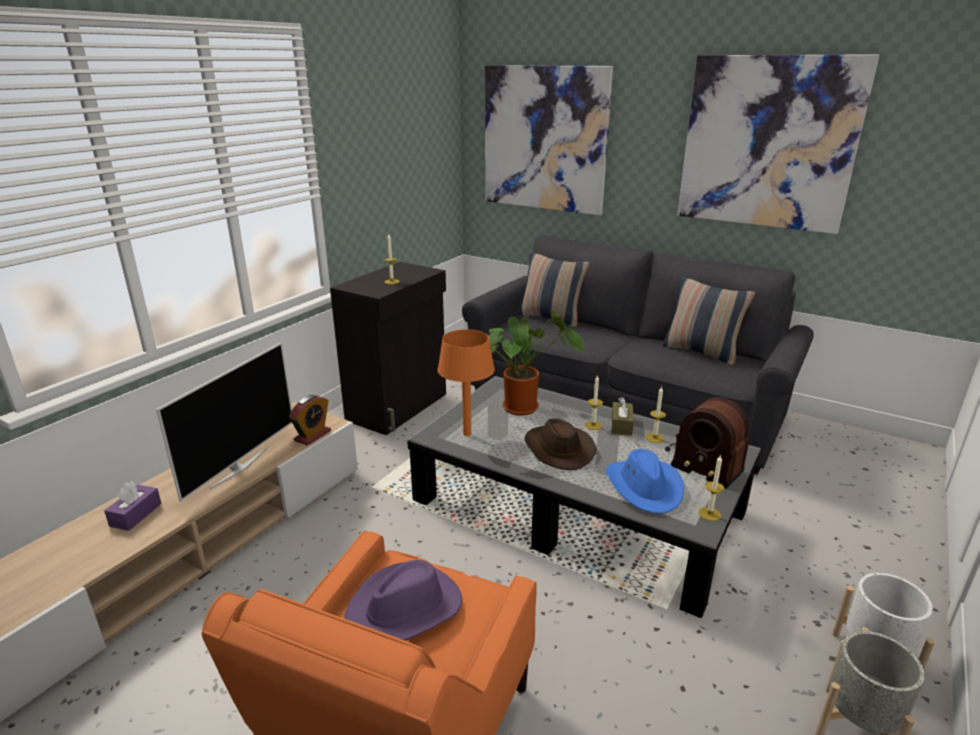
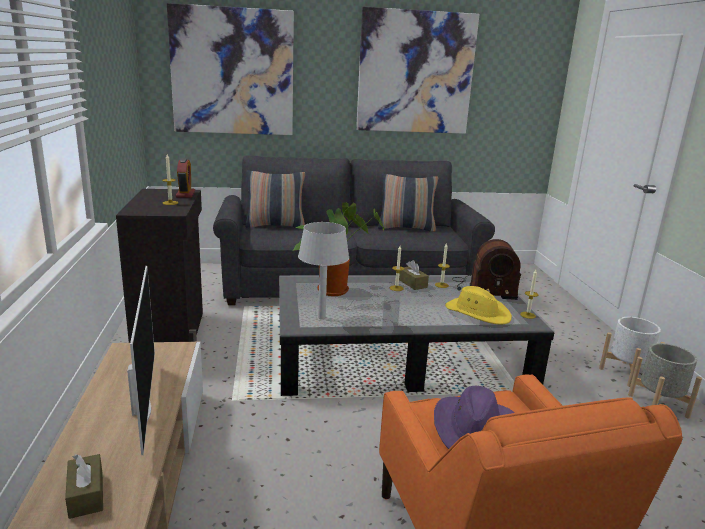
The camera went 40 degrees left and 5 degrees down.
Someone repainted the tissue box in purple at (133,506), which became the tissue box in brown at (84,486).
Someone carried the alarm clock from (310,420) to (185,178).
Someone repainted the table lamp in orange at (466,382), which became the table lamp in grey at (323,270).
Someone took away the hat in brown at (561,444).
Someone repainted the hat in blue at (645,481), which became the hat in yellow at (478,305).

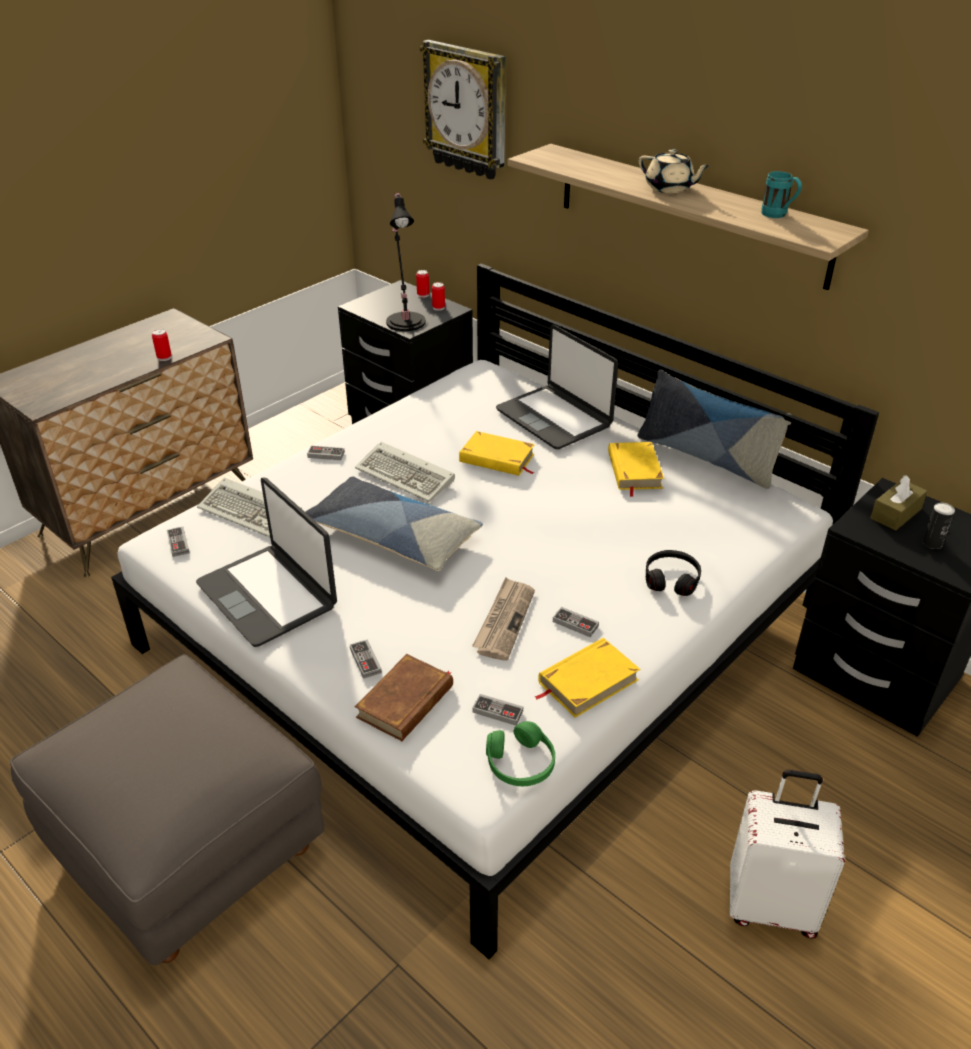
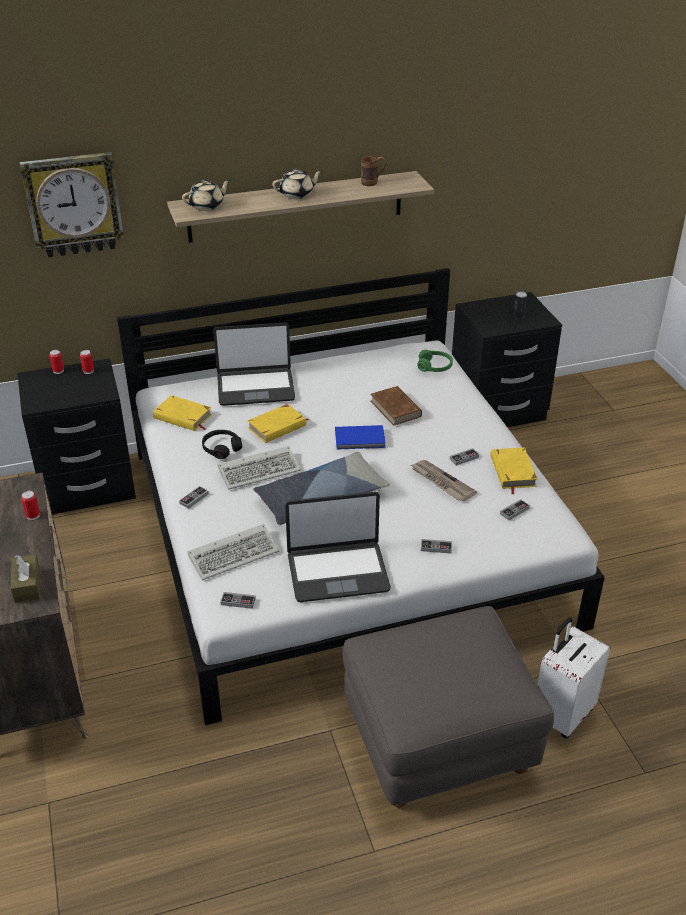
The camera went 60 degrees left and 0 degrees up.
Someone carried the book in brown from (404,697) to (396,406).
Someone took away the table lamp in black at (406,262).
Someone carried the headphones in green from (520,753) to (435,361).
Someone carried the book in yellow from (636,469) to (182,413).
Someone took away the pillow at (714,429).
Someone carried the headphones in black from (673,573) to (222,444).
Someone carried the suitcase in white from (787,854) to (574,678).
Someone repainted the mug in turquoise at (781,194), which became the mug in brown at (374,171).
Someone carried the tissue box in brown from (899,503) to (25,578).
Someone put down the teapot in beige at (206,195).
Someone put down the book in blue at (360,437).

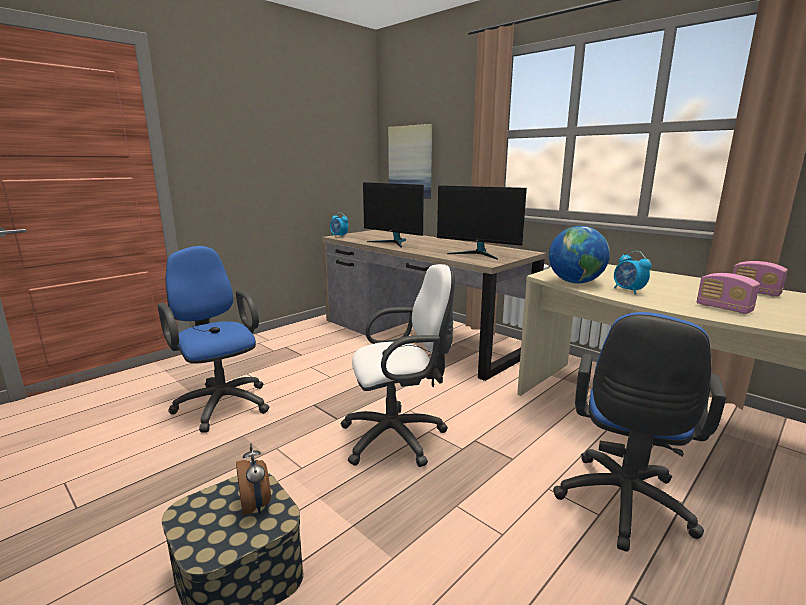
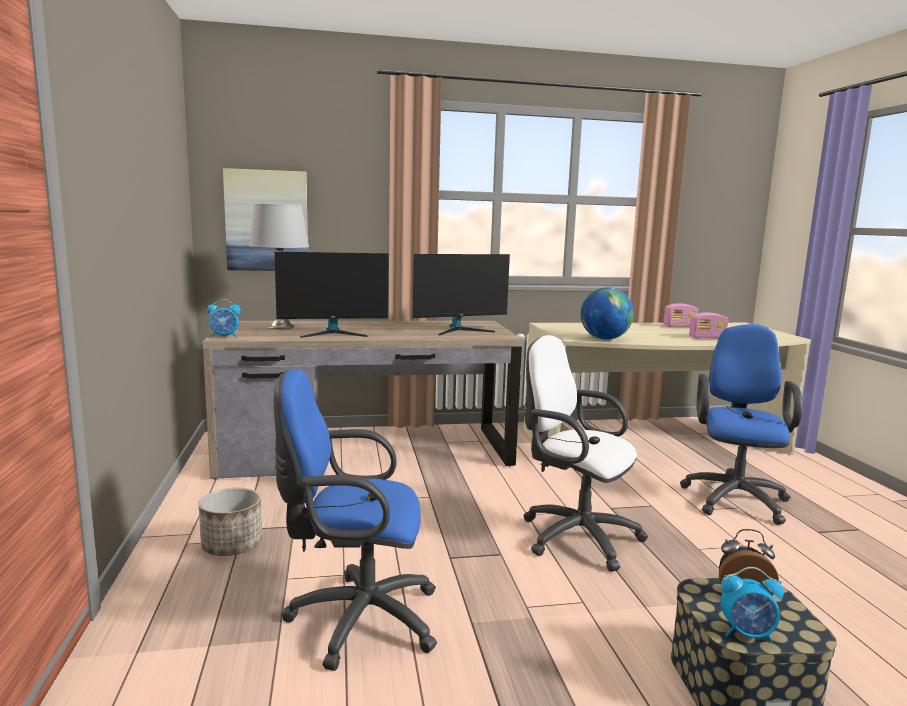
The camera went 55 degrees left and 5 degrees down.
Someone rotated the office chair in white at (397,365) by 75 degrees counterclockwise.
Someone rotated the office chair in blue at (639,432) by 135 degrees counterclockwise.
Someone carried the alarm clock from (633,272) to (752,605).
Someone put down the planter at (230,522).
Someone put down the table lamp in grey at (279,266).

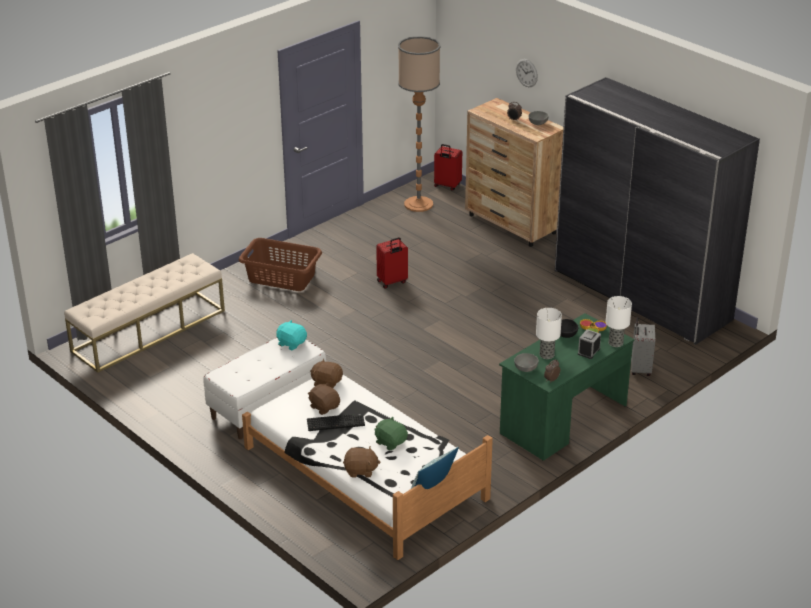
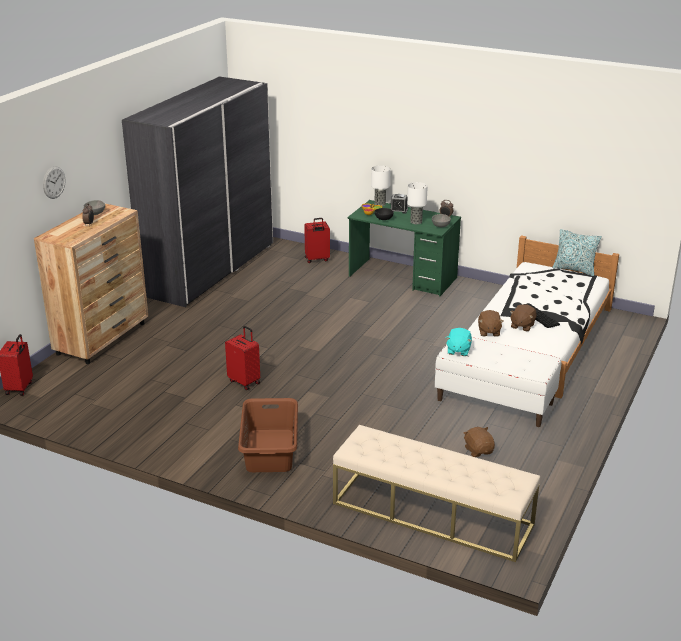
The camera went 110 degrees left and 5 degrees down.
Someone carried the plush toy in brown from (361,462) to (479,442).
Someone took away the plush toy in green at (391,434).
Someone took away the floor lamp at (419,124).
Someone repainted the suitcase in grey at (643,346), which became the suitcase in red at (317,240).

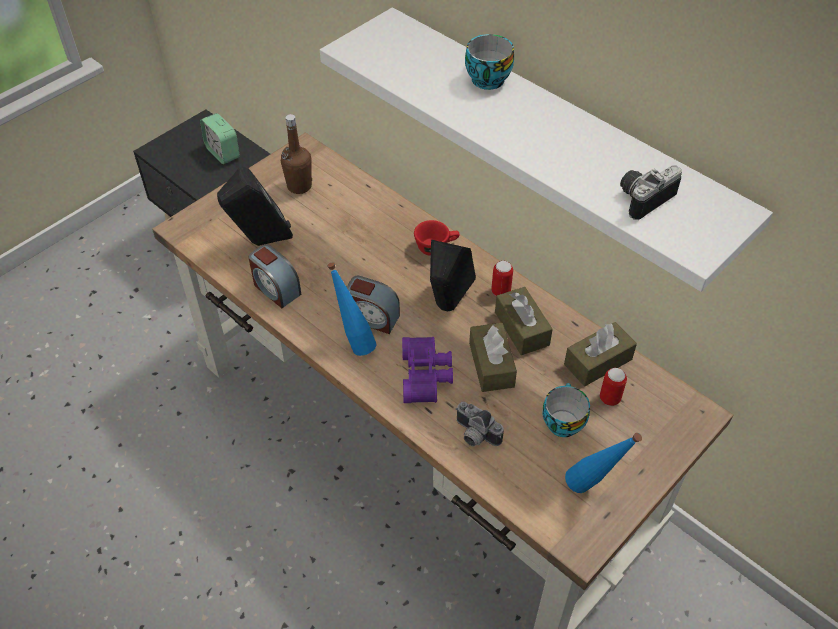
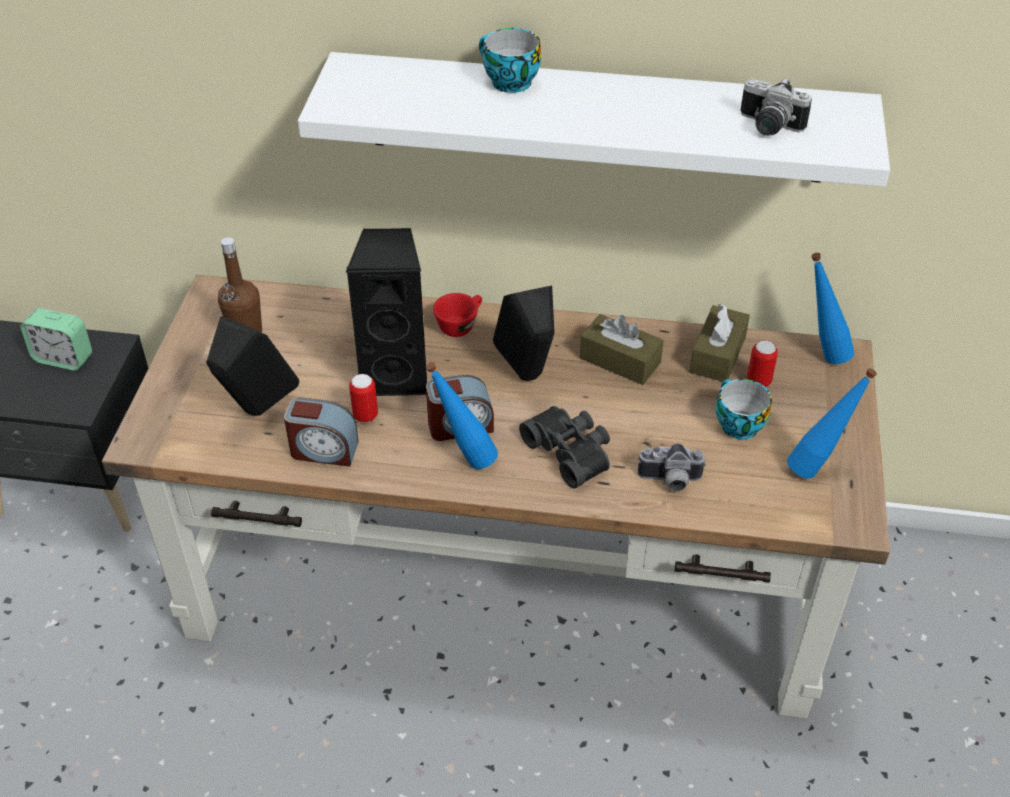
The camera went 35 degrees left and 5 degrees down.
Someone repainted the binoculars in purple at (427,370), which became the binoculars in black at (564,447).
Someone took away the tissue box in brown at (493,357).
Someone carried the can from (502,278) to (363,398).
Someone rotated the photo camera at (651,192) by 75 degrees counterclockwise.
Someone put down the speaker in black at (386,312).
Someone put down the bottle in blue at (832,308).

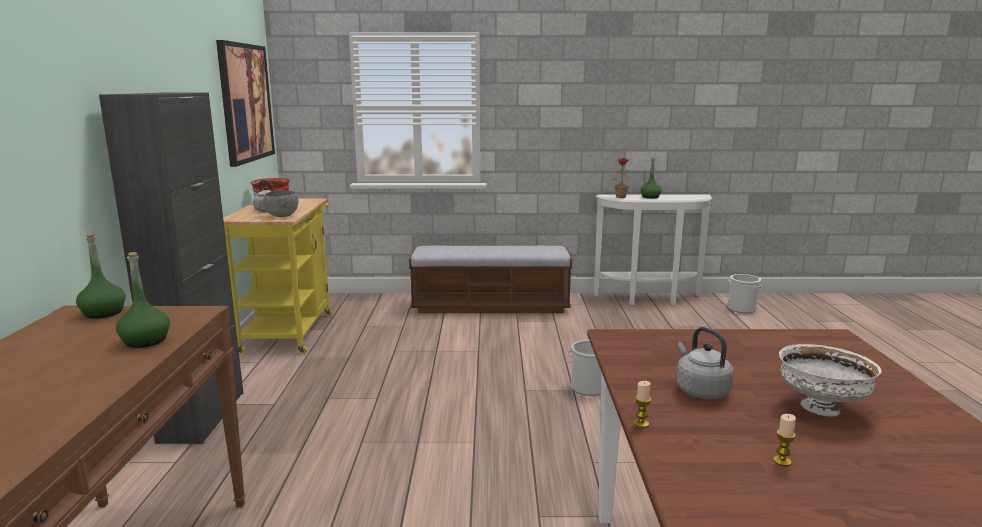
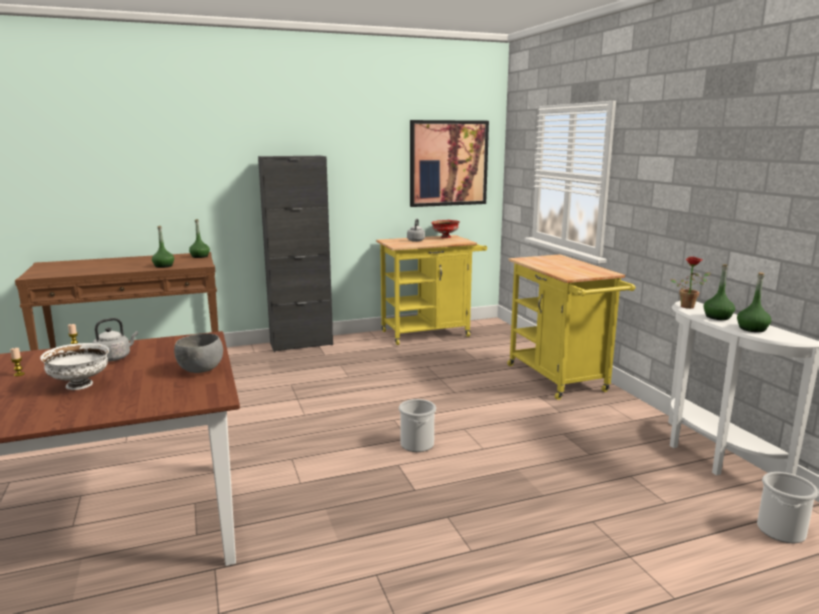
The camera went 70 degrees right and 0 degrees up.
Someone carried the bowl in grey from (280,203) to (198,353).
Someone swapped the bench at (490,279) for the cart in yellow at (571,327).
Someone put down the bottle in green at (754,302).

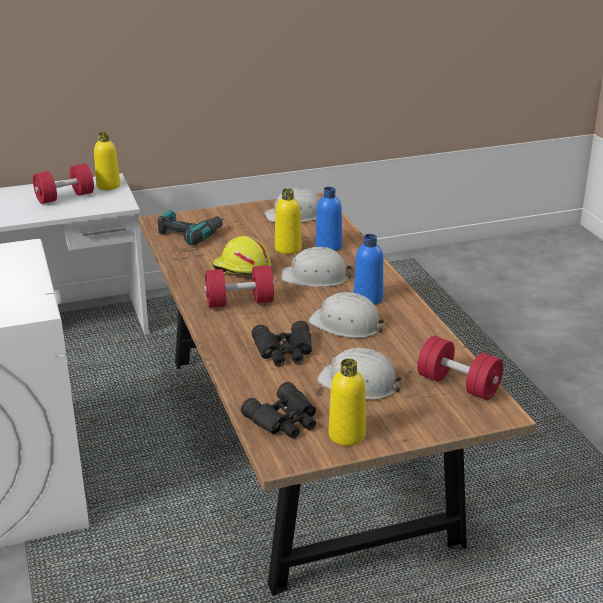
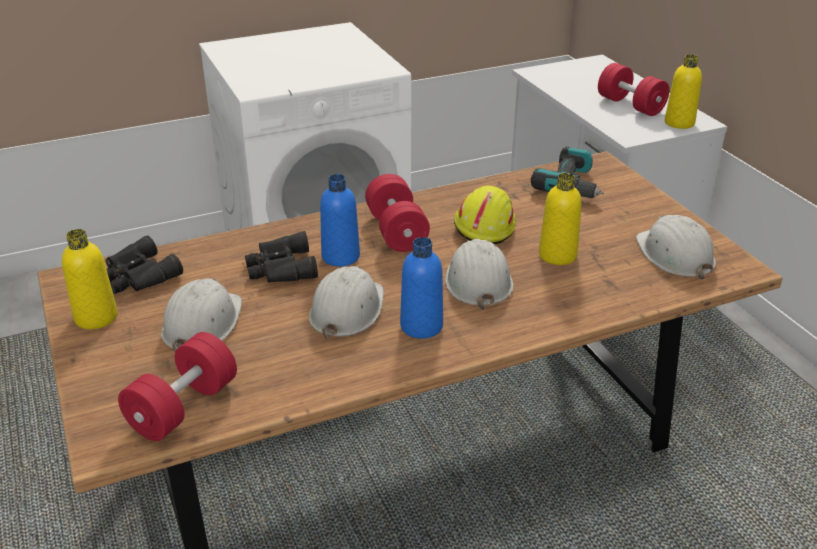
The camera went 85 degrees right and 5 degrees up.
Someone carried the bottle in blue from (328,219) to (340,220).

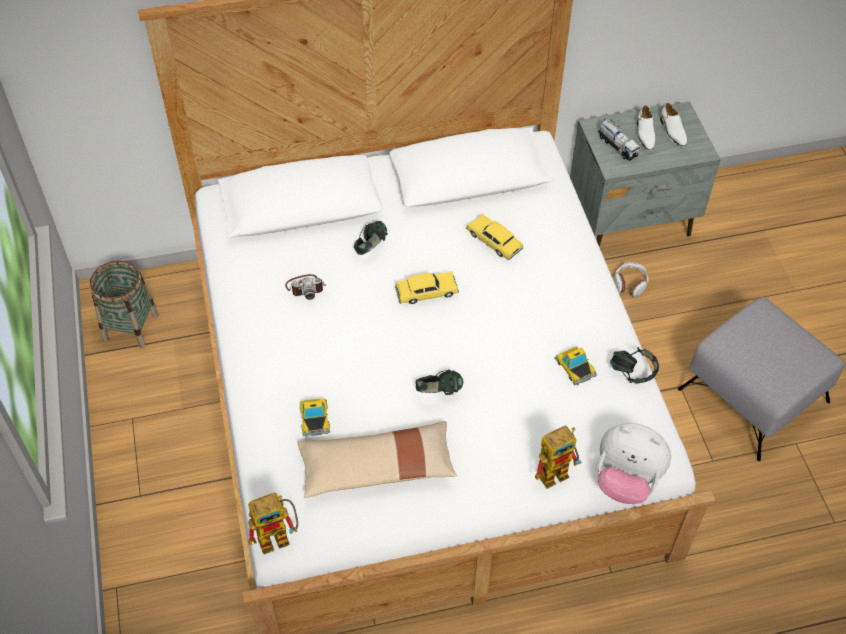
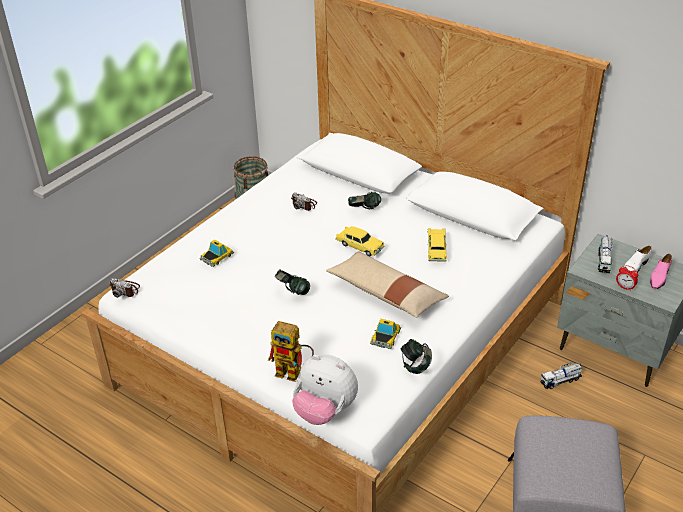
The camera went 50 degrees right and 15 degrees down.
Someone swapped the toy robot at (273,524) for the photo camera at (124,288).
Someone carried the pillow in beige from (377,459) to (387,284).
Someone rotated the plush toy at (634,463) by 45 degrees counterclockwise.
Someone swapped the headphones at (631,280) for the toy truck at (561,375).
Someone repainted the shoe in white at (673,125), which became the shoe in pink at (661,271).
Someone put down the alarm clock at (627,278).

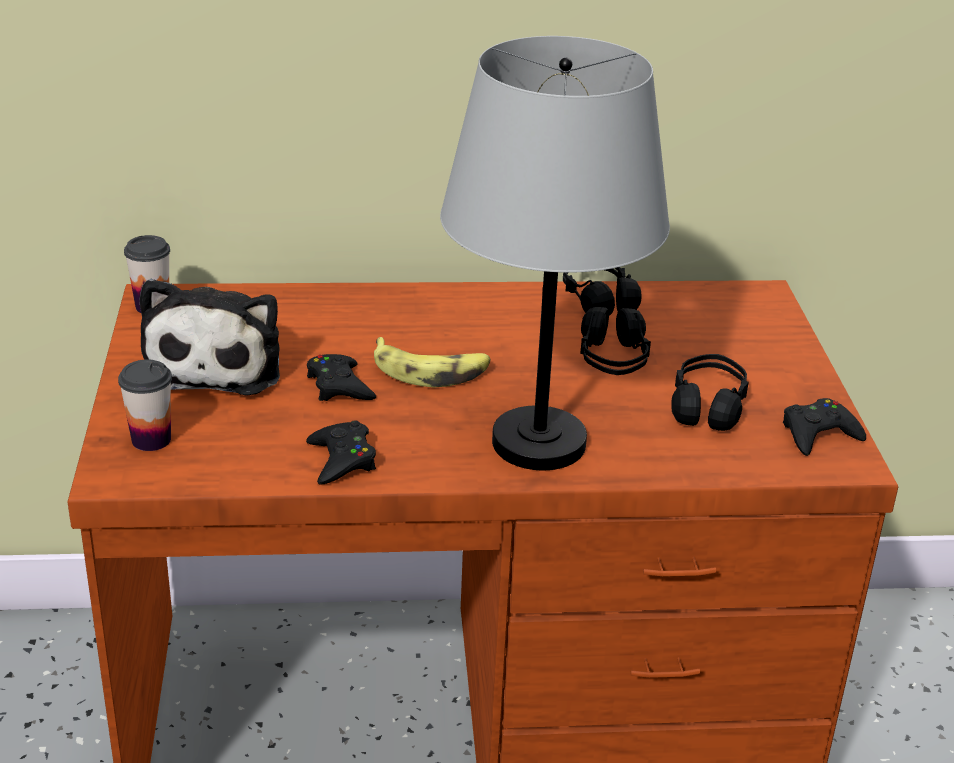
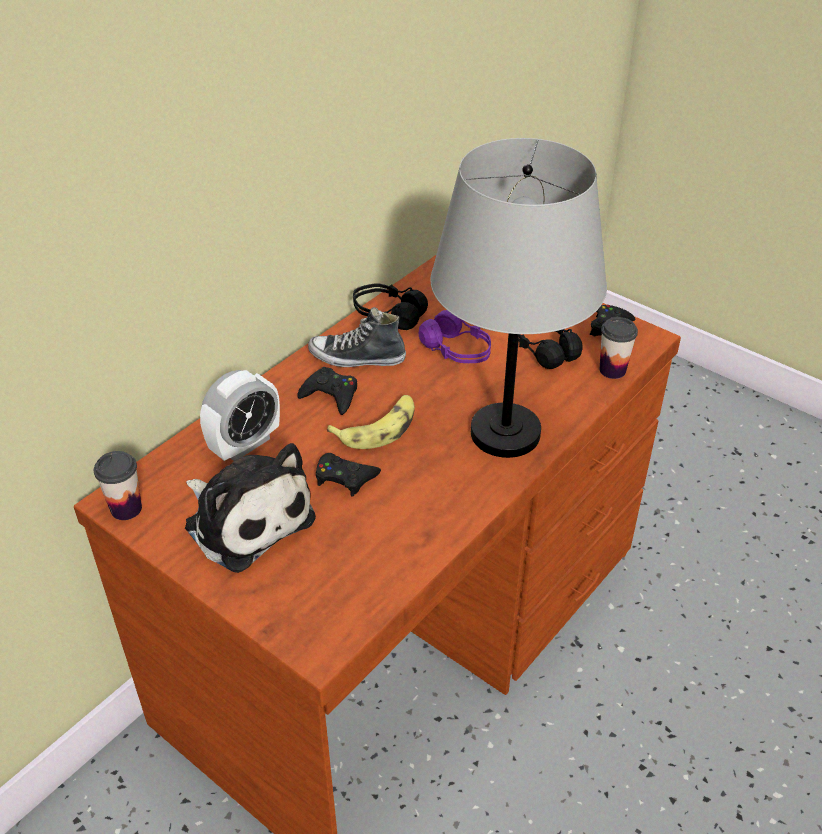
The camera went 45 degrees left and 10 degrees up.
Someone carried the cup from (145,405) to (618,348).
Someone carried the game controller in black from (341,452) to (327,391).
Someone repainted the headphones in black at (615,341), which became the headphones in purple at (455,336).
Someone put down the alarm clock at (240,415).
Someone put down the shoe at (357,337).

